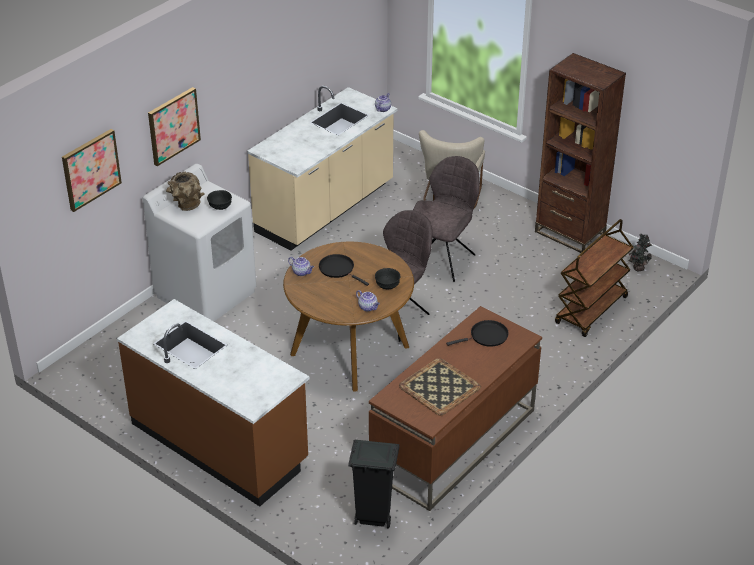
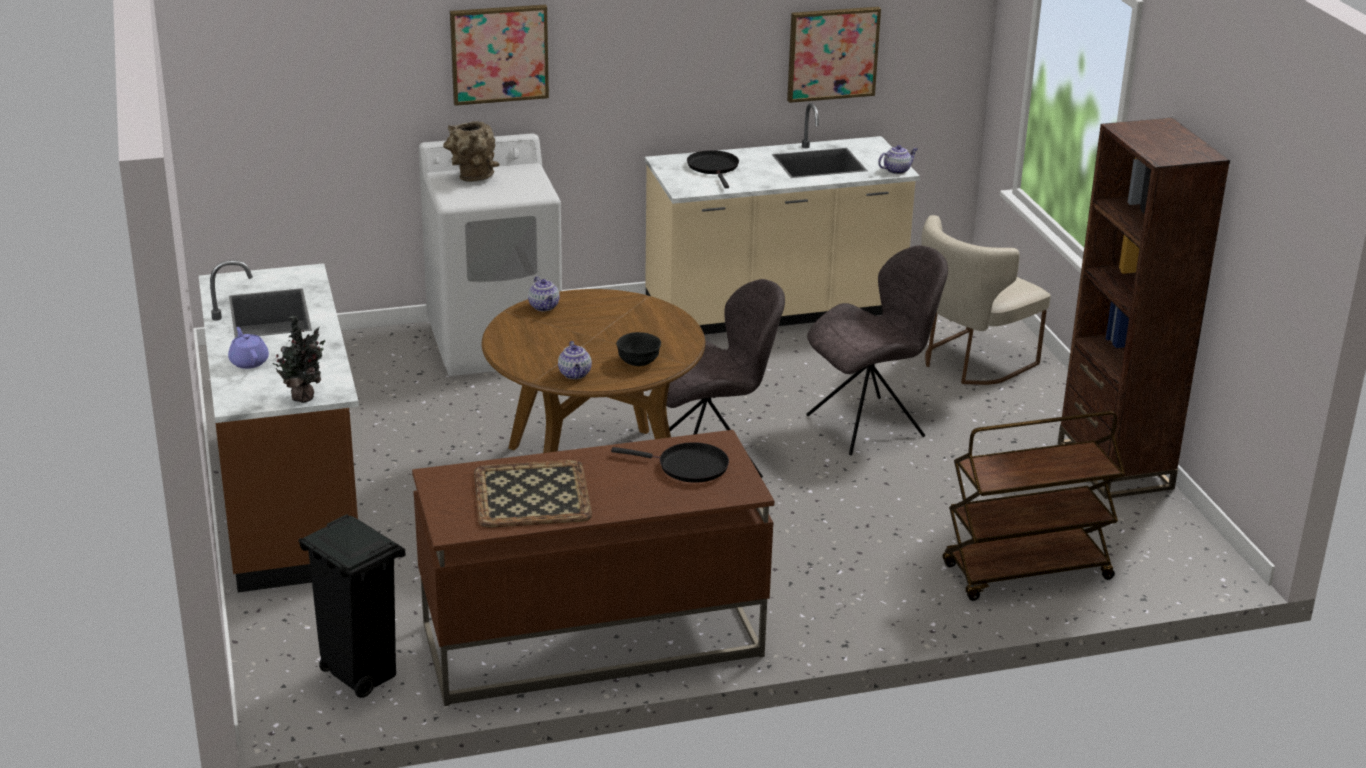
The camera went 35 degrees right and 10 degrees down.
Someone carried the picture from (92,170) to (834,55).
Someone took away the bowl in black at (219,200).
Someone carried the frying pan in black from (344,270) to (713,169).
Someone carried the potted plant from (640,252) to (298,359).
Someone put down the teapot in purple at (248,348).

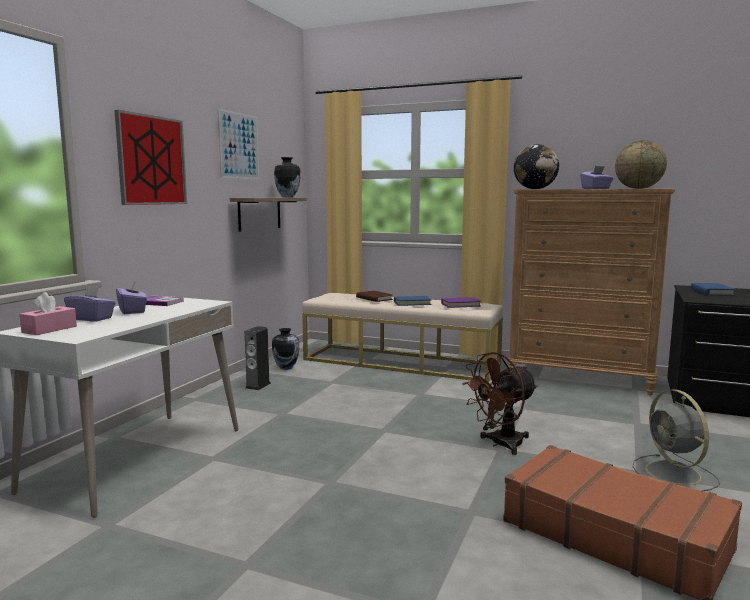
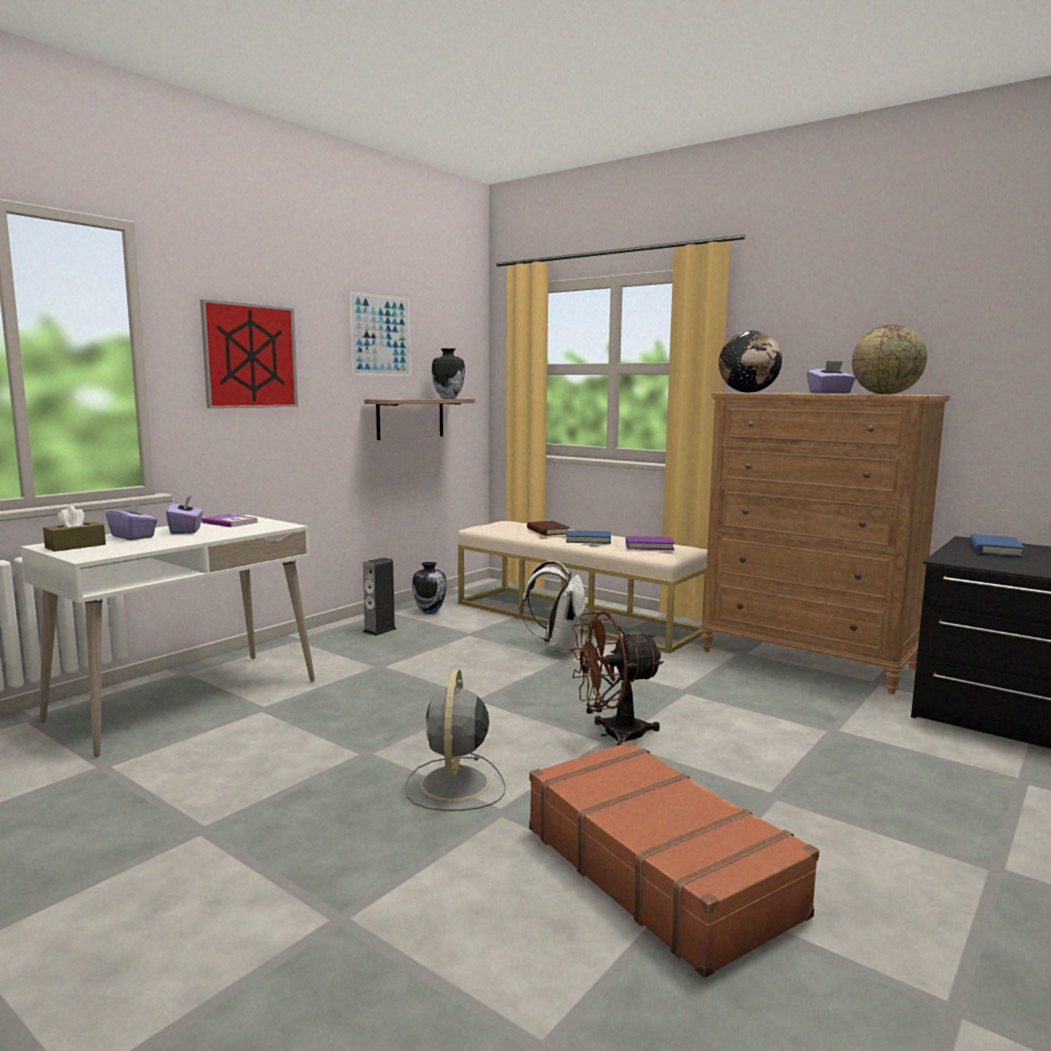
The camera went 15 degrees right and 0 degrees up.
Someone repainted the tissue box in pink at (48,313), which became the tissue box in brown at (74,528).
Someone carried the fan in grey from (676,440) to (455,740).
Someone put down the backpack in white at (554,607).

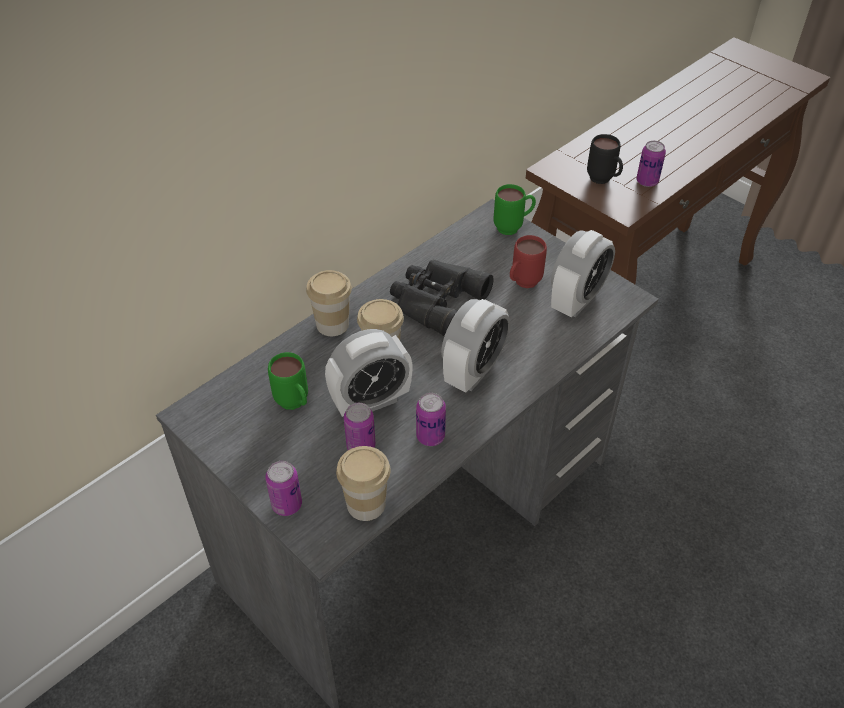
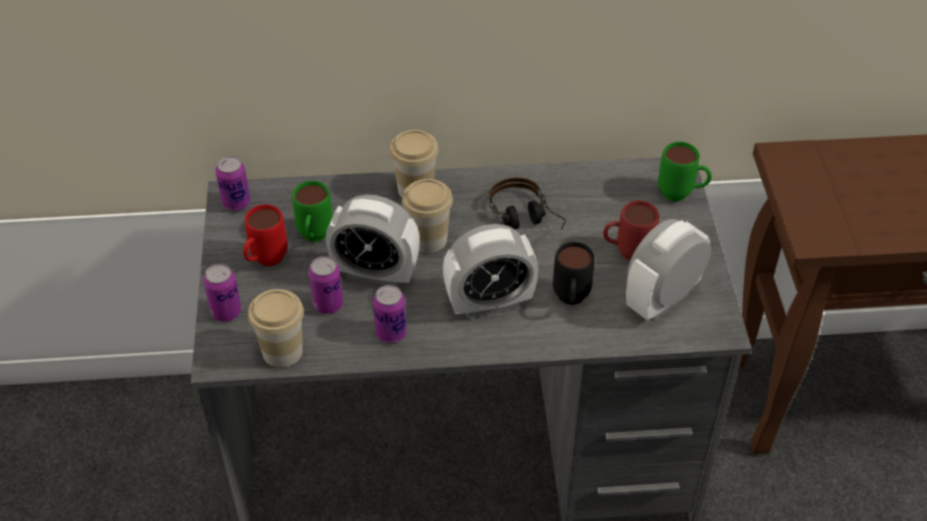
The camera went 40 degrees right and 0 degrees up.
Someone swapped the binoculars in black at (442,298) for the headphones at (527,203).
Someone rotated the alarm clock at (583,273) by 150 degrees clockwise.
Someone carried the mug in black from (605,159) to (574,273).
Someone carried the can from (651,164) to (233,183).
Someone put down the mug in red at (265,235).

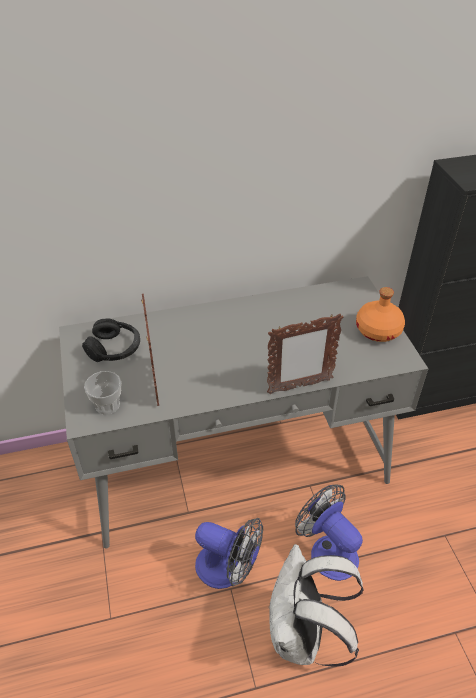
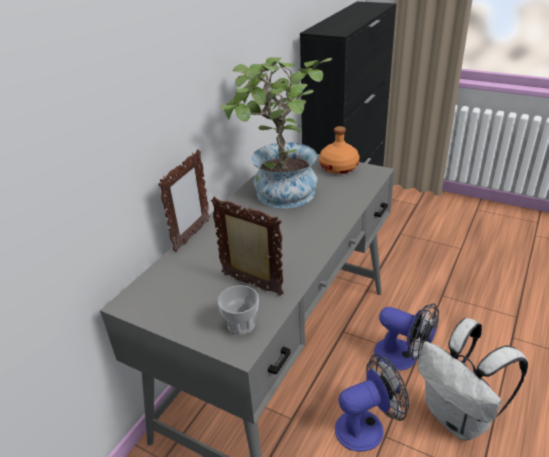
The camera went 45 degrees left and 10 degrees down.
Someone took away the headphones in black at (111,340).
Someone carried the picture frame from (305,354) to (184,200).
Someone rotated the fan at (329,532) by 150 degrees counterclockwise.
Someone put down the potted plant at (276,133).

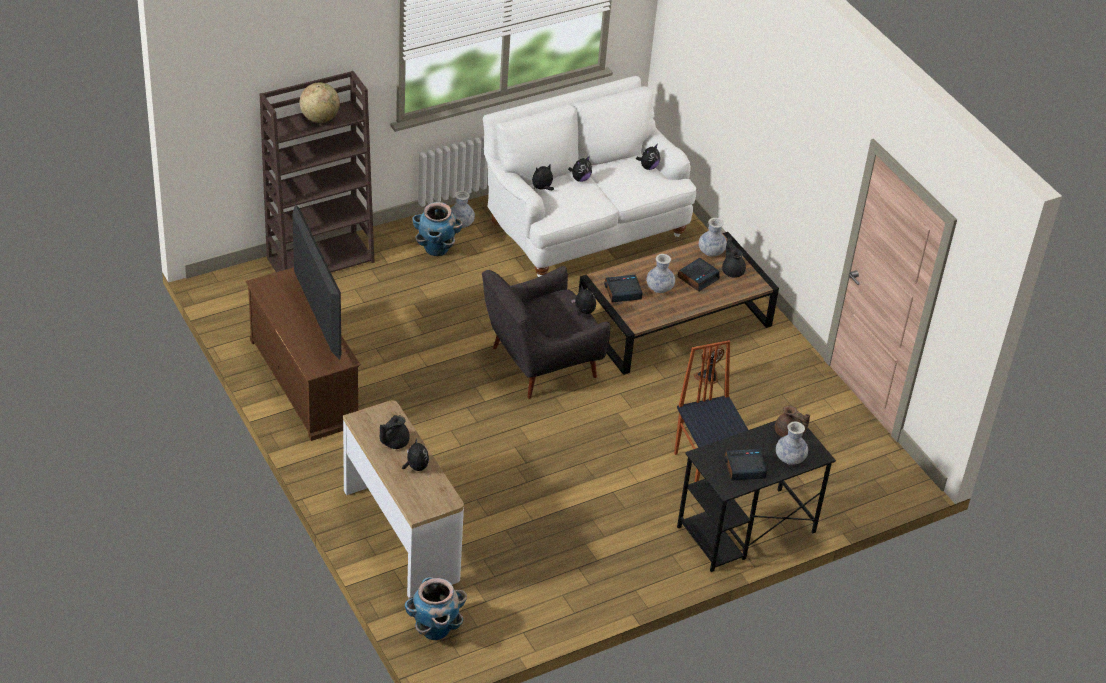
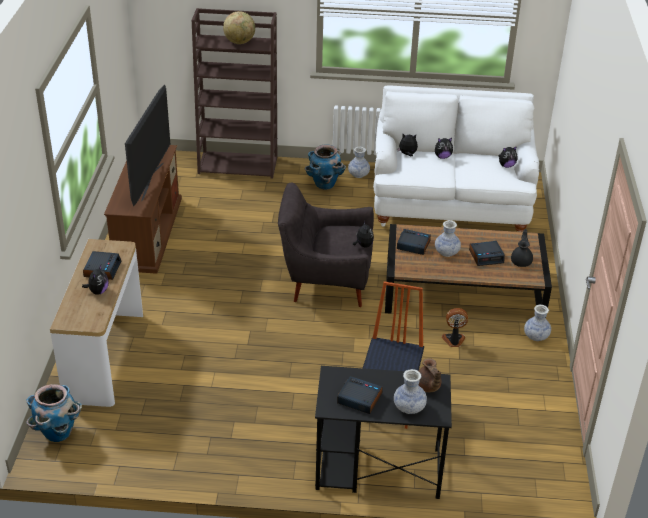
The camera went 35 degrees right and 5 degrees down.
Someone swapped the teapot in black at (395,432) for the alarm clock at (102,265).
Someone carried the vase from (713,237) to (537,323).

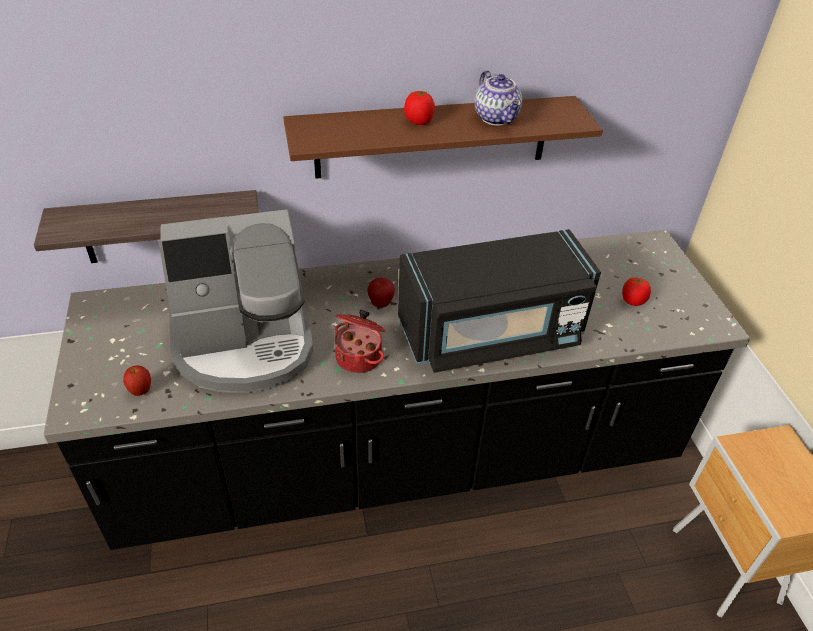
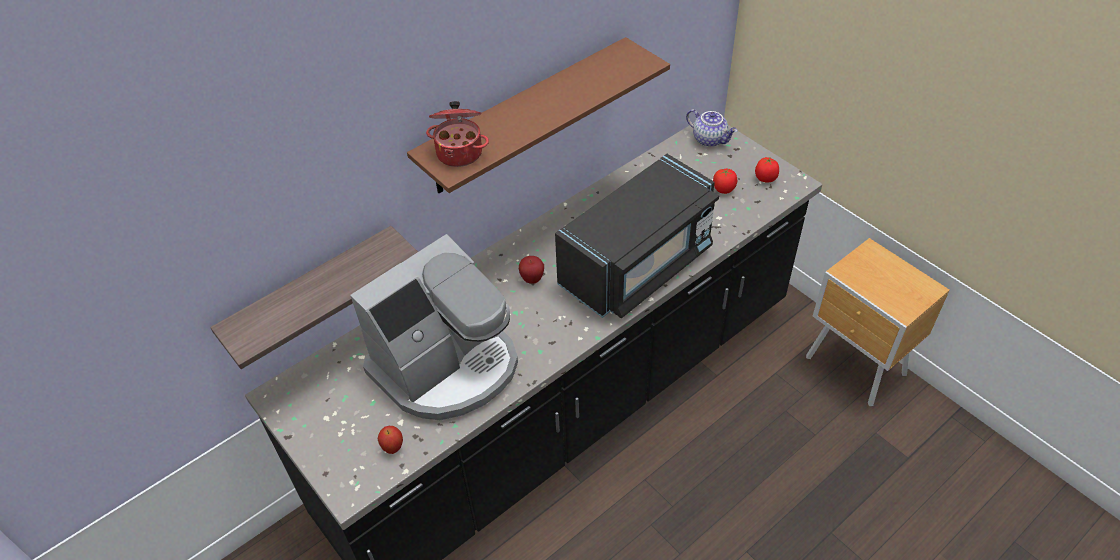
The camera went 25 degrees left and 5 degrees up.
Someone carried the cooking pot from (360,341) to (457,134).
Someone carried the tomato from (419,108) to (767,169).
Someone carried the teapot from (498,98) to (711,128).

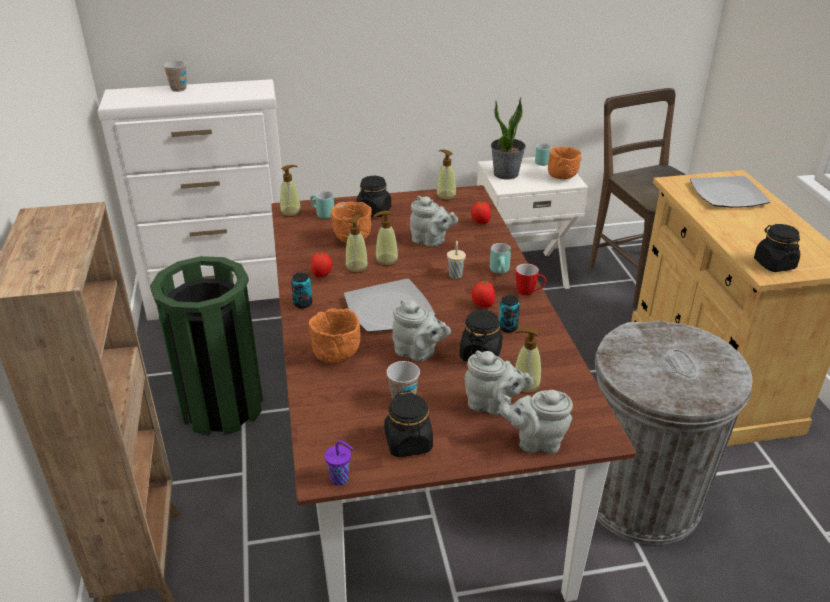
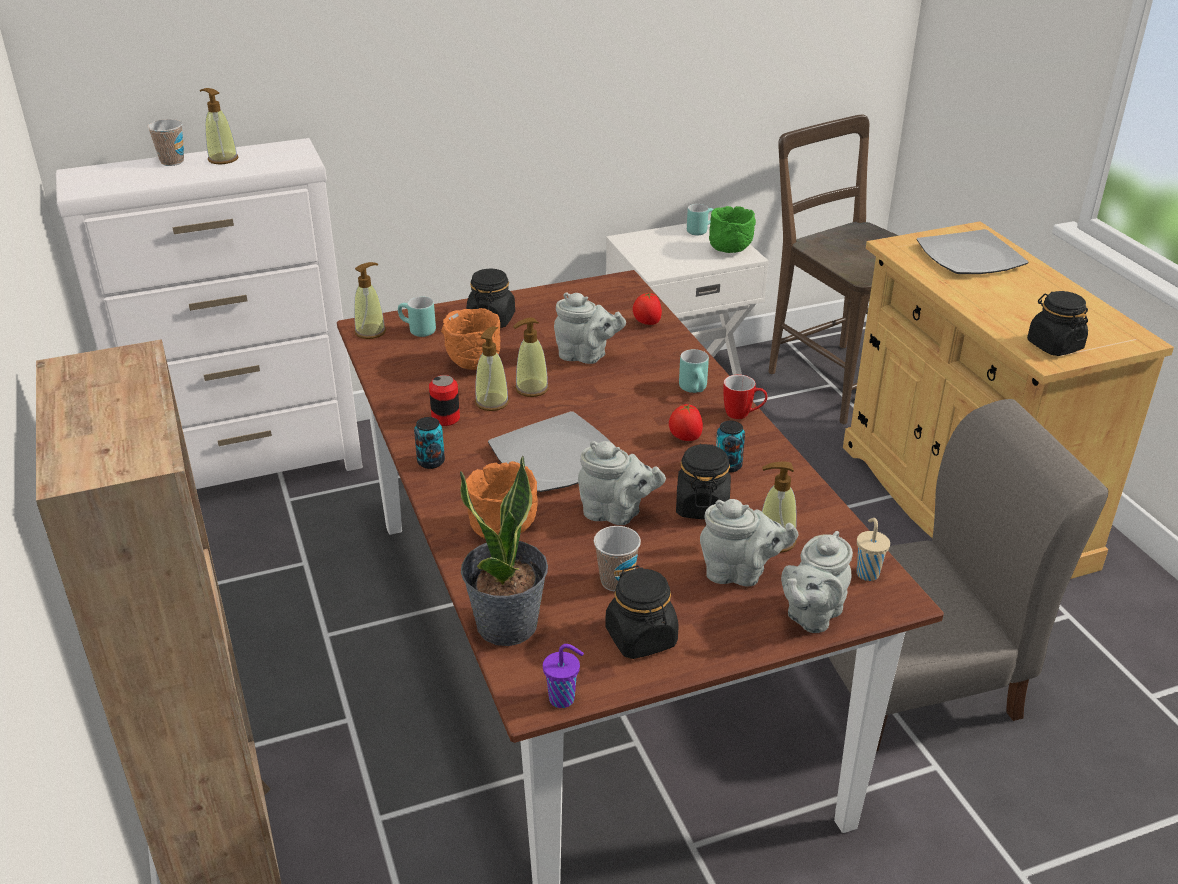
The camera went 10 degrees left and 0 degrees up.
Someone took away the trash can in green at (206,346).
Someone swapped the tomato at (321,264) for the can at (444,400).
Someone carried the soap dispenser from (446,175) to (219,126).
Someone carried the cup in beige from (456,260) to (873,549).
Someone carried the potted plant from (508,138) to (504,551).
Someone rotated the teapot in grey at (536,422) by 45 degrees counterclockwise.
Someone repainted the bowl in orange at (565,162), which became the bowl in green at (732,229).
Someone swapped the trash can in grey at (674,433) for the chair in grey at (968,575).

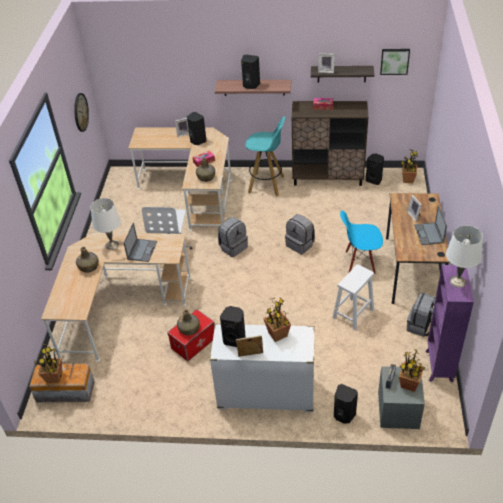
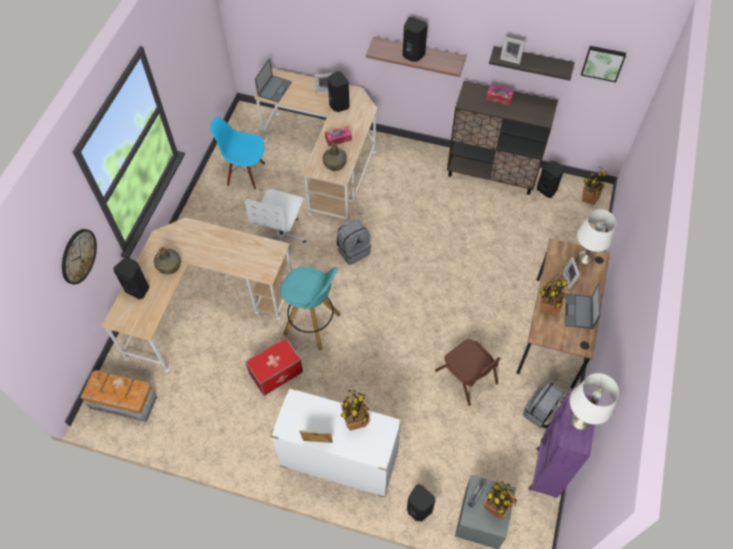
The camera went 10 degrees right and 15 degrees up.
Someone carried the potted plant from (48,363) to (554,295).
Someone carried the wall clock from (81,112) to (79,256).
Someone carried the table lamp in white from (105,224) to (596,236).
Someone carried the laptop from (140,242) to (273,80).
Someone took away the bottle in green at (188,322).
Someone carried the speaker in black from (233,326) to (132,278).
Someone carried the stool in turquoise from (265,156) to (310,309).
Someone took away the backpack in grey at (300,234).
Someone swapped the stool in white at (353,297) for the chair in brown at (468,372).
Someone carried the chair in blue from (361,242) to (237,153).

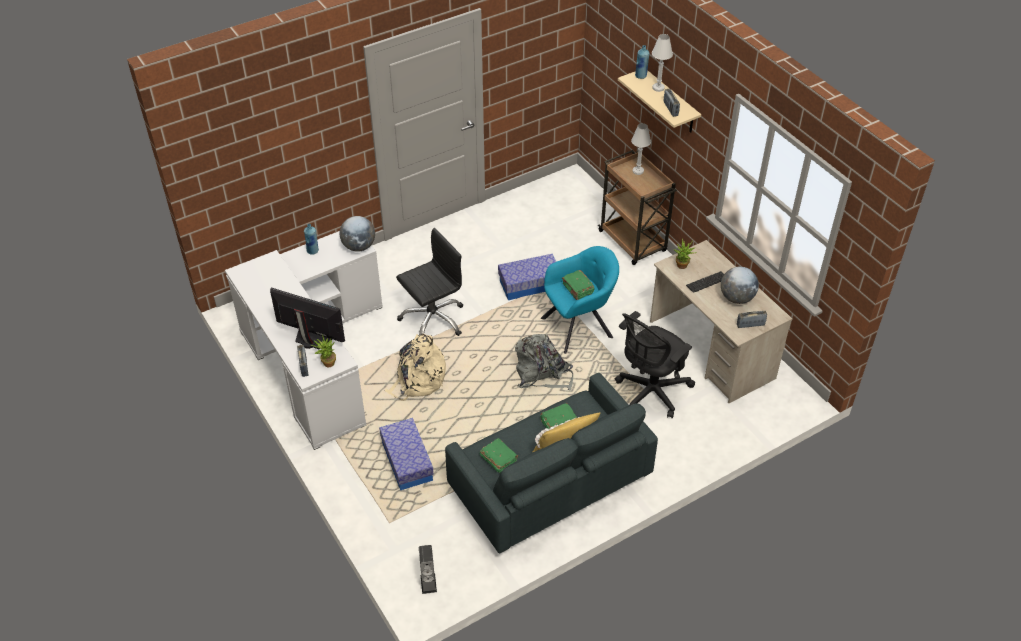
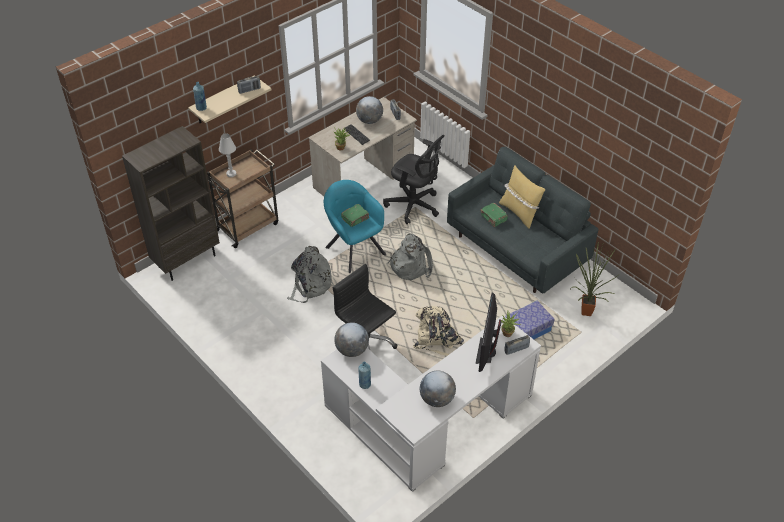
The camera went 100 degrees left and 0 degrees up.
Someone took away the speaker at (428,569).
Someone took away the book in green at (499,455).
Someone swapped the storage box at (527,277) for the backpack in grey at (310,274).
Someone took away the table lamp in white at (662,63).
Someone put down the bookcase in brown at (171,203).
Someone put down the globe at (438,389).
Someone put down the potted plant at (595,279).

